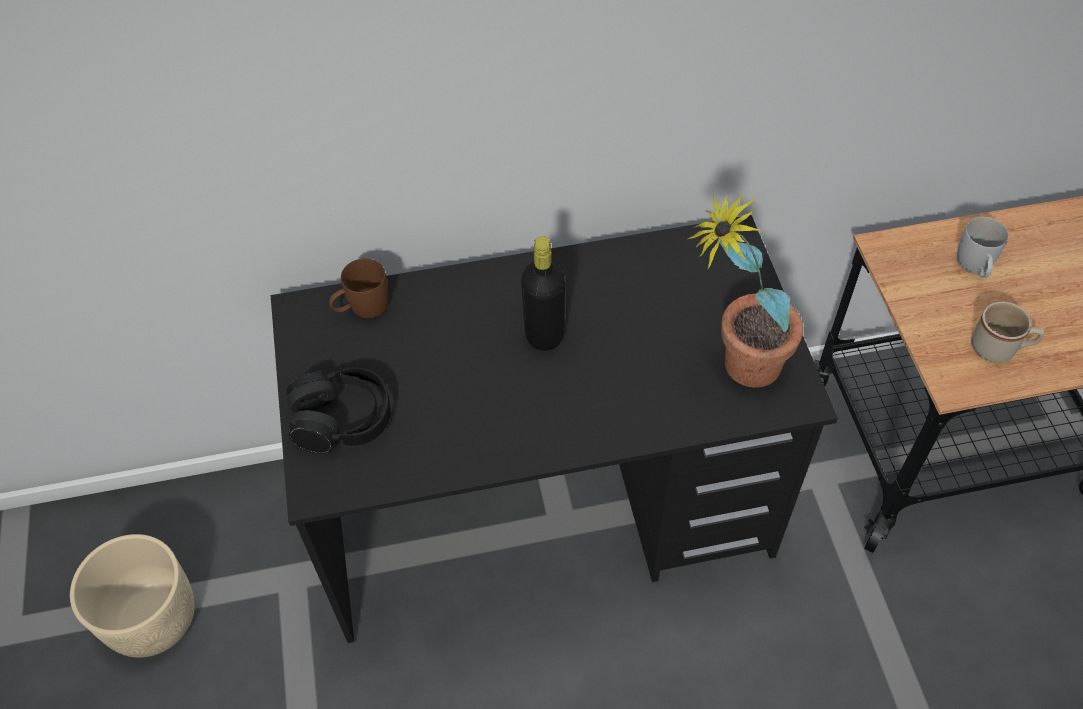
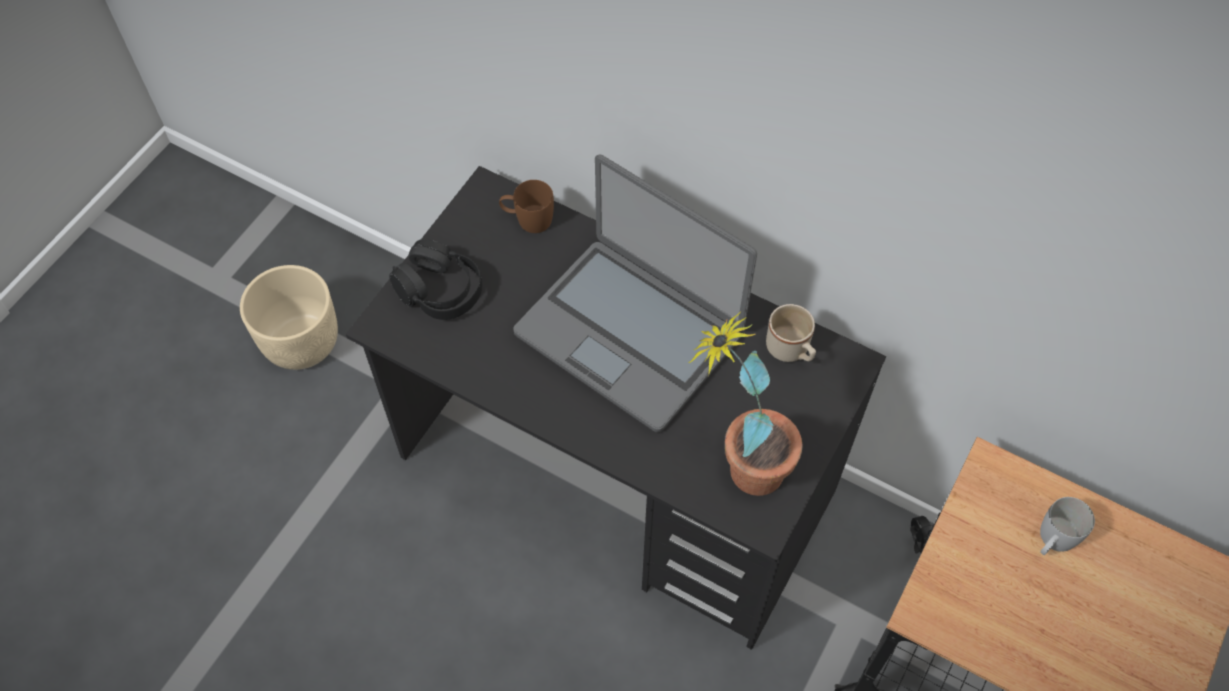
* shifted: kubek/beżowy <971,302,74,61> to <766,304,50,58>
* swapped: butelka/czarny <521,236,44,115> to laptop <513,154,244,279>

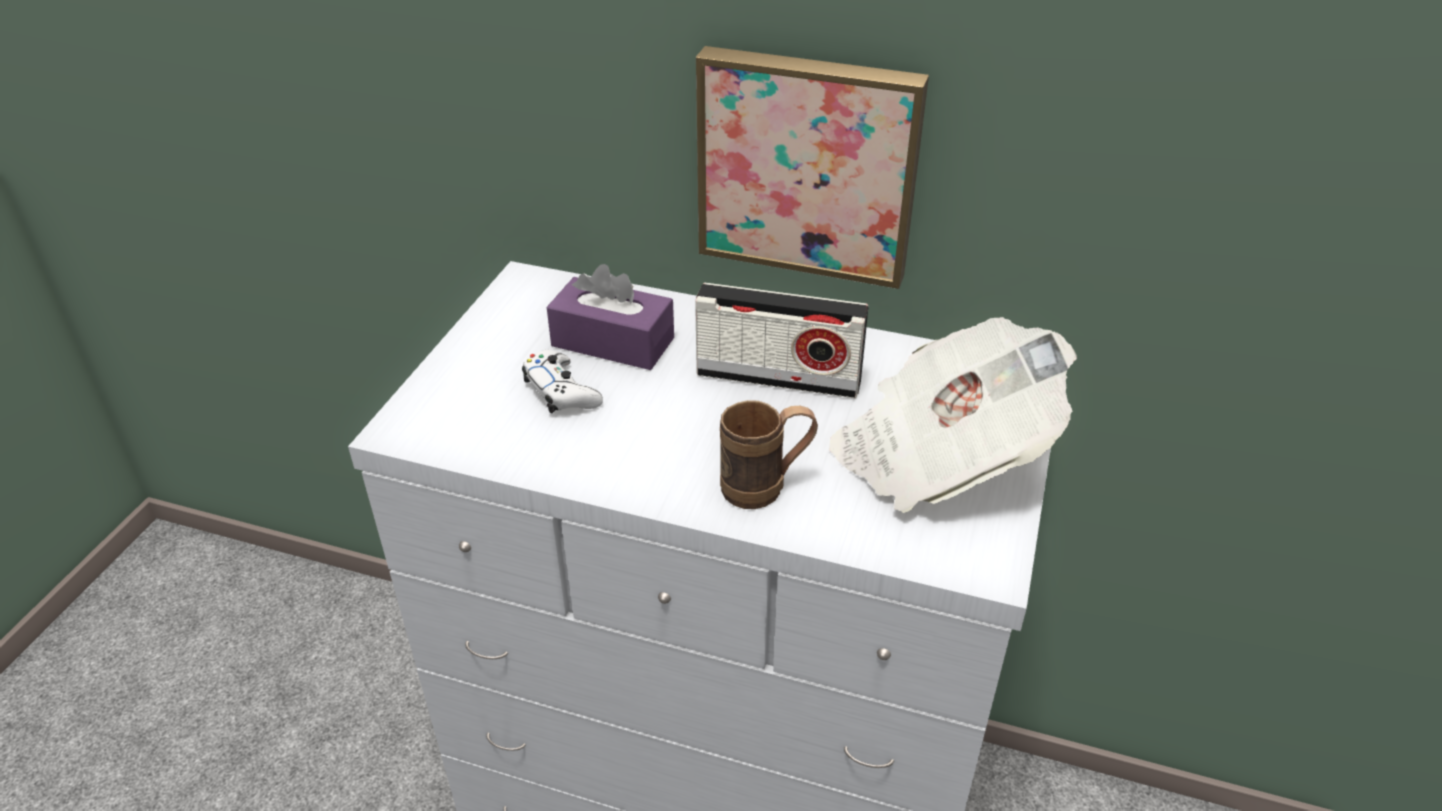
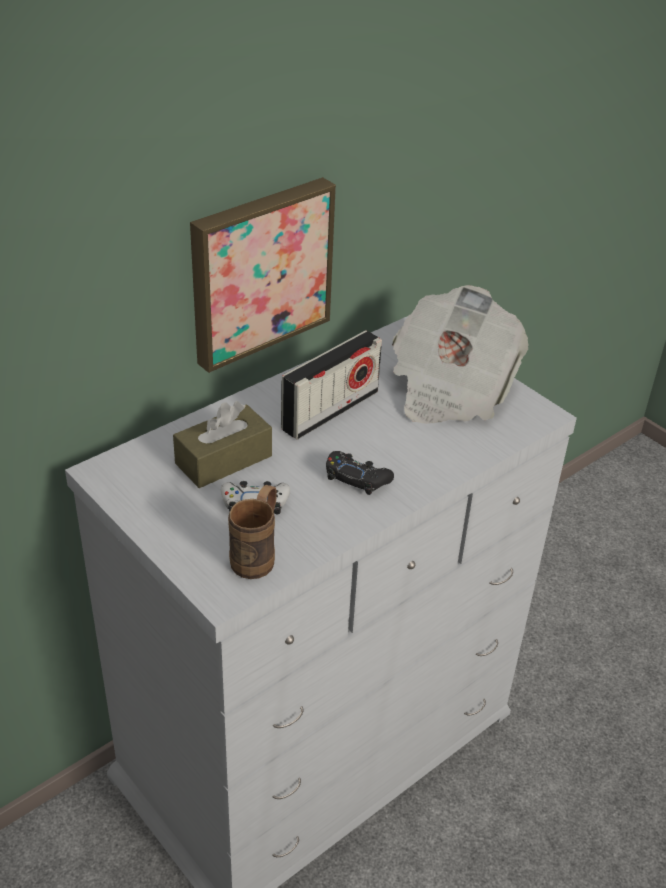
* new: pad do gier/czarny <326,451,68,44>
* shifted: kubek/brązowy <720,400,98,109> to <228,485,49,94>
* repainted: pudełko chusteczek/fioletowy <547,264,127,106> to pudełko chusteczek/brązowy <173,401,99,87>

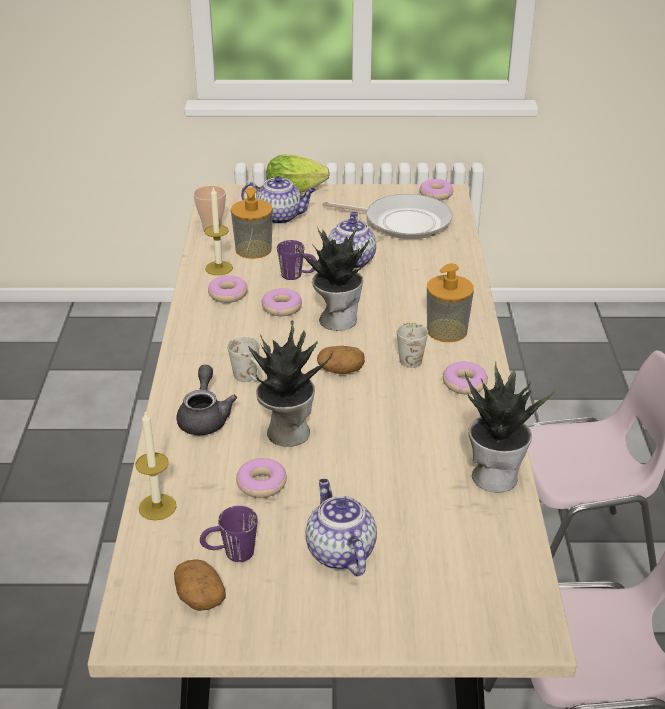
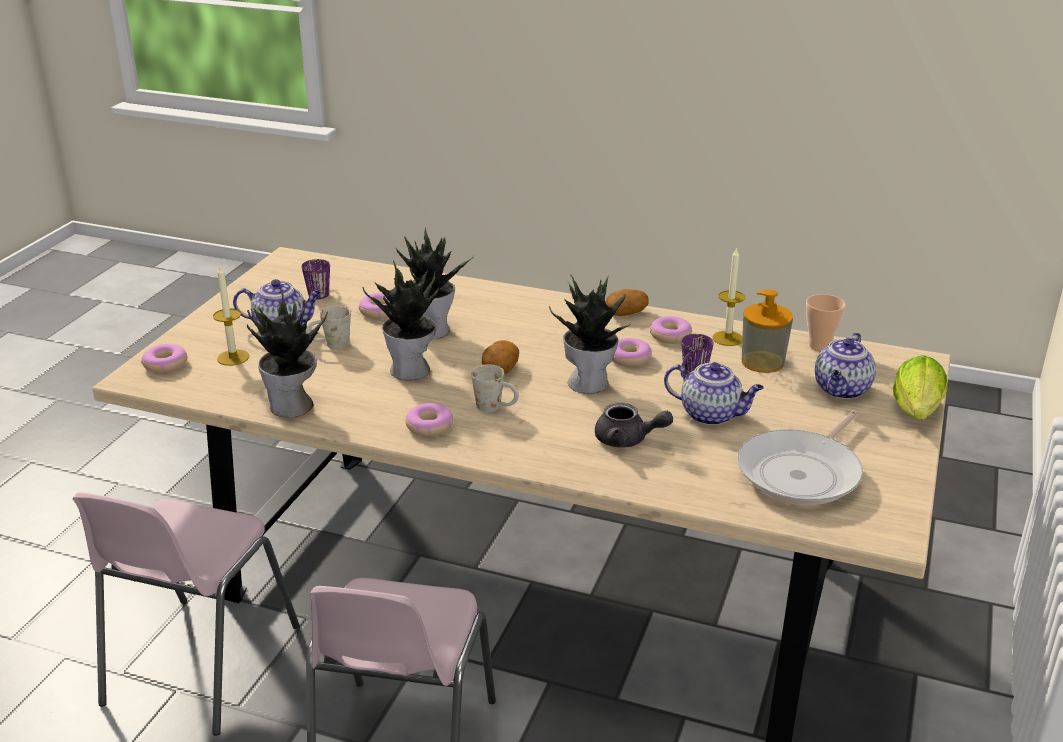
* gone: dozownik mydła <427,263,47,79>
* new: roślina doniczkowa <363,261,76,119>
* shifted: świeca <135,410,42,111> to <213,266,36,100>
* shifted: ziemniak <174,559,52,52> to <605,289,44,27>
* shifted: imbryk/szary <176,365,61,70> to <595,402,78,46>
* shifted: kubek/biały <227,336,35,46> to <306,306,45,44>
* shifted: donut <419,179,34,22> to <141,344,47,29>

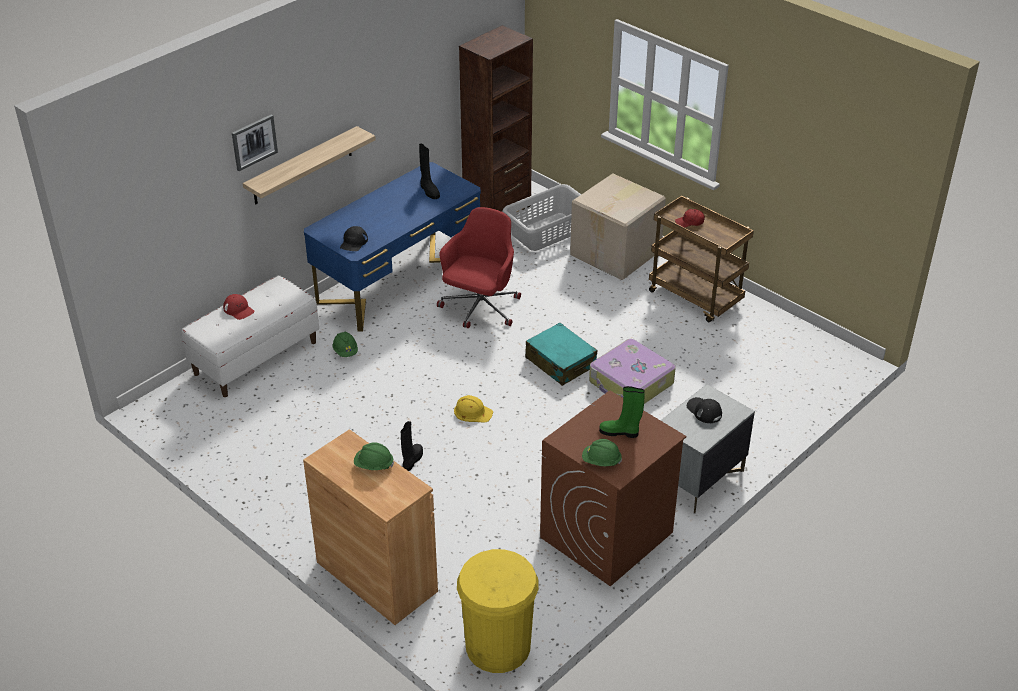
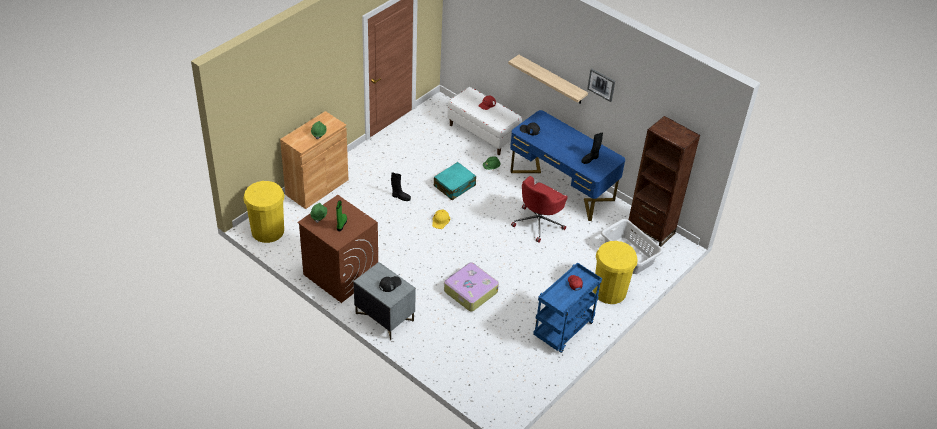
* shifted: obraz <232,114,46,57> to <587,68,28,34>
* shifted: walizka/turkusowy <525,323,72,63> to <434,162,42,38>
* swapped: karton <570,173,96,107> to kosz na śmieci/żółty <593,241,45,63>
* repainted: wózek/brązowy <649,196,105,126> to wózek/niebieski <533,262,69,91>
* rotated: krzesło biurowe/czerwony <437,207,84,121> = <511,176,57,67> 105 degrees clockwise

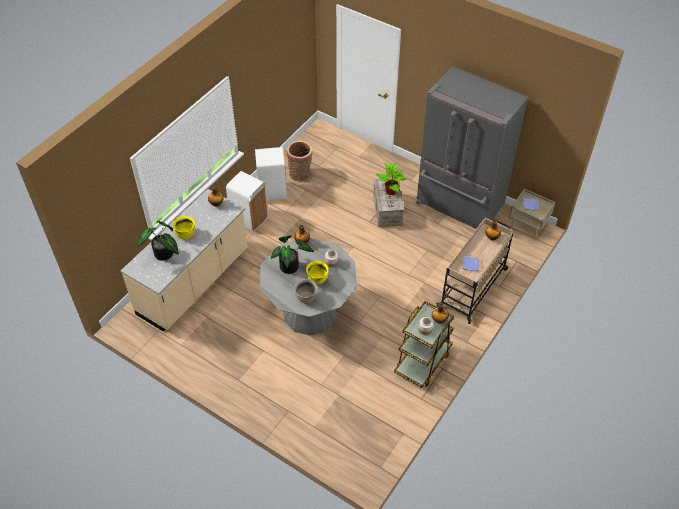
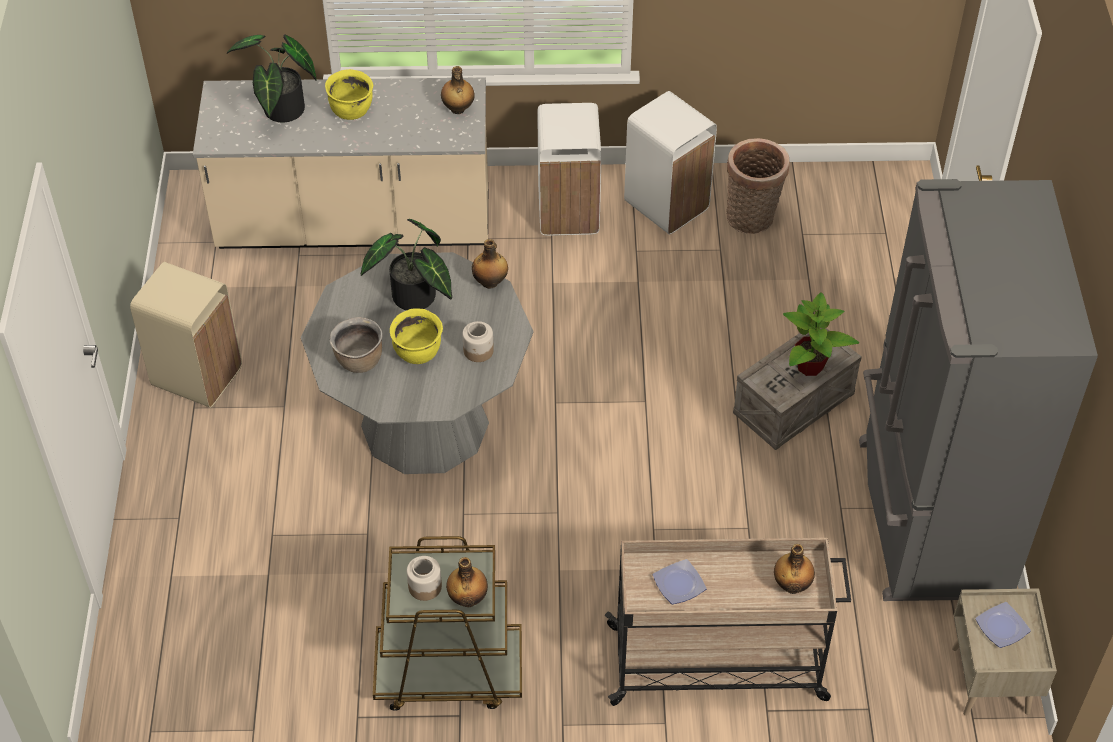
* new: kosz na śmieci/beżowy <130,262,112,146>

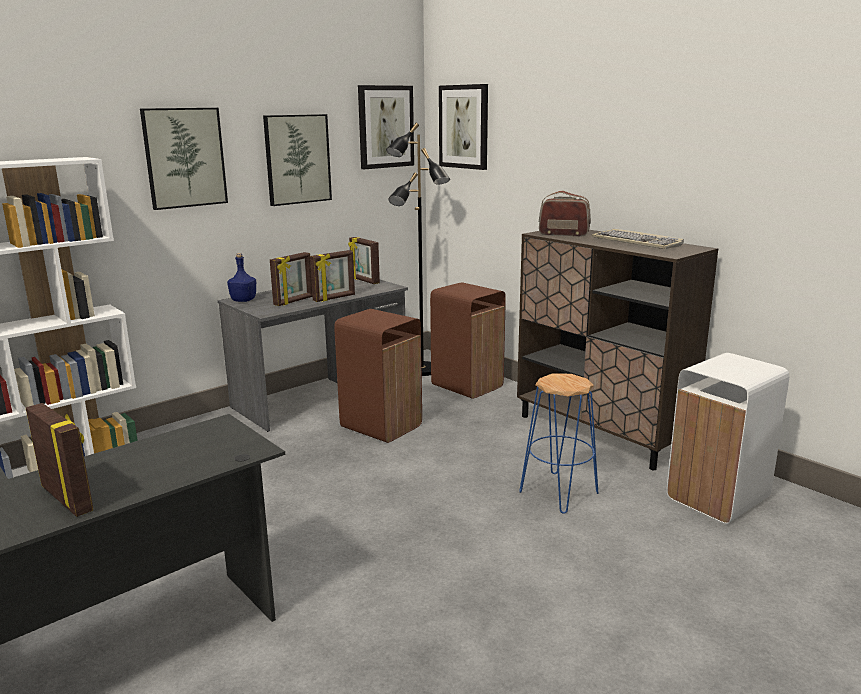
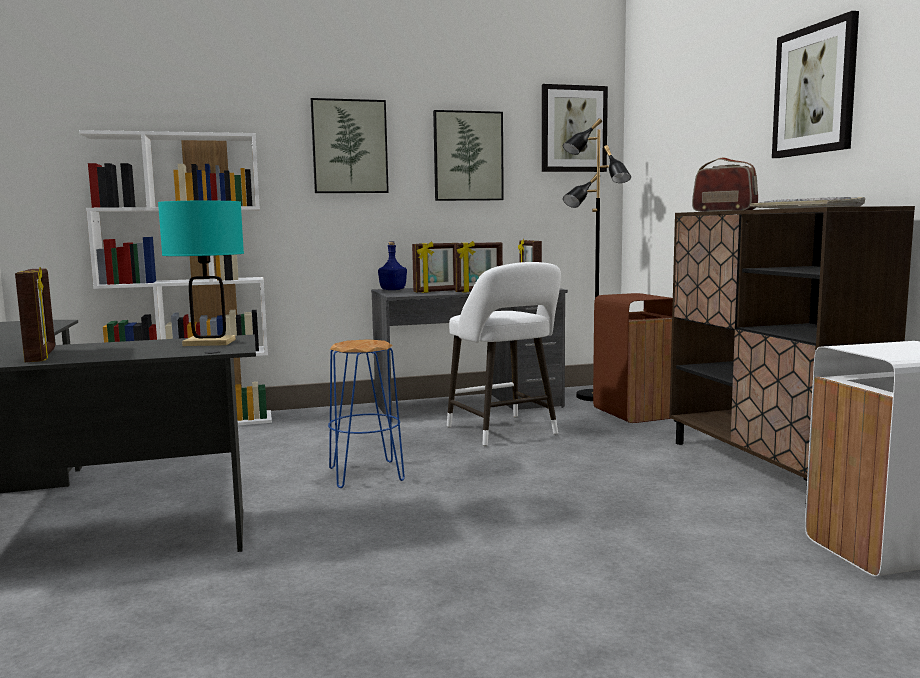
* new: lampa stołowa/turkusowy <158,201,86,145>
* shifted: obraz <439,84,49,86> to <772,11,87,147>
* shifted: stołek/niebieski <520,373,79,141> to <328,339,77,149>
* swapped: kosz na śmieci/brązowy <334,309,88,134> to stołek/biały <447,262,114,184>

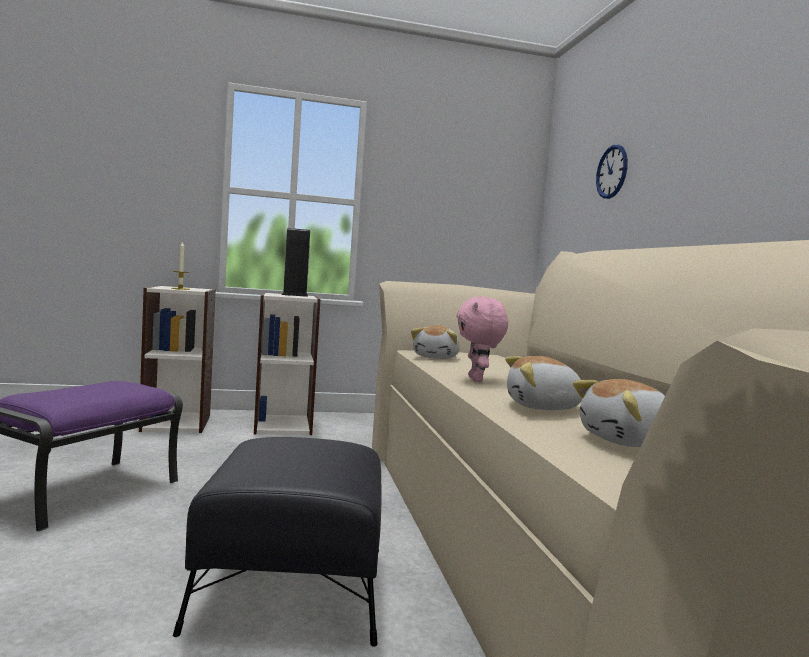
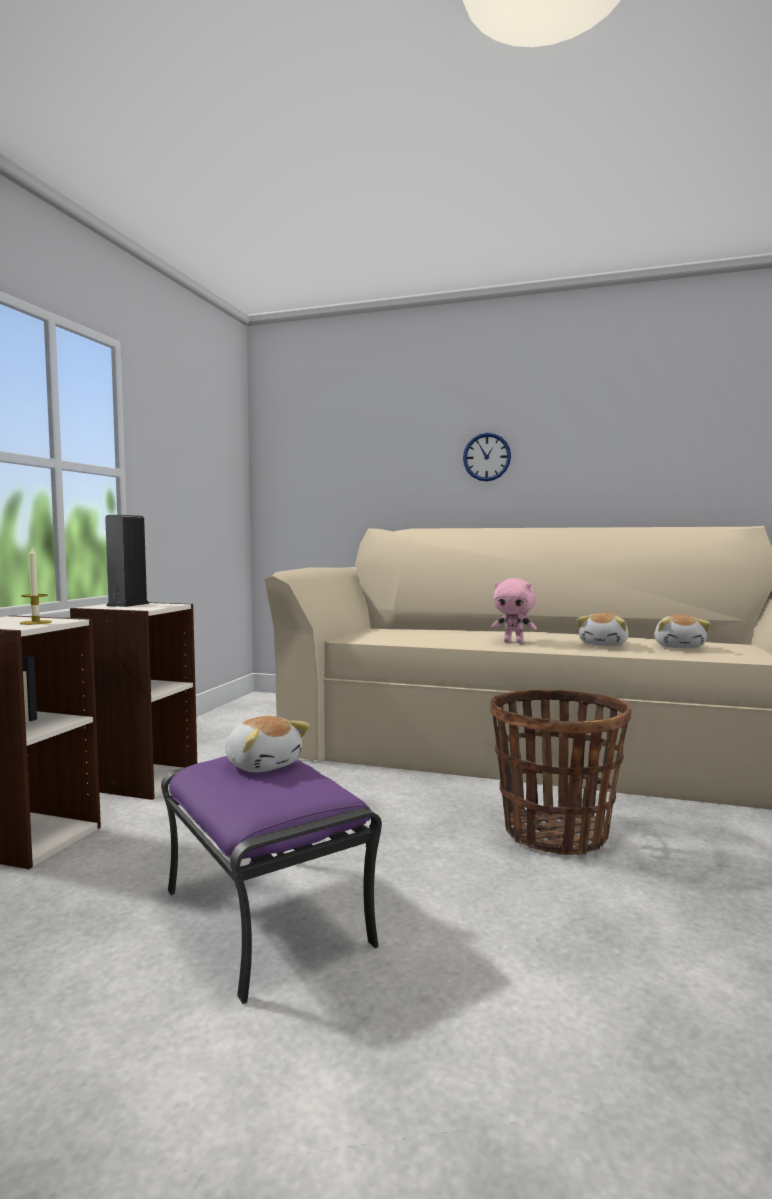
* shifted: pluszak <411,325,49,34> to <225,716,85,56>
* shifted: zegar ścienny <596,145,32,54> to <463,433,48,48>
* swapped: pufa/czarny <173,437,208,210> to koszyk <490,689,142,167>

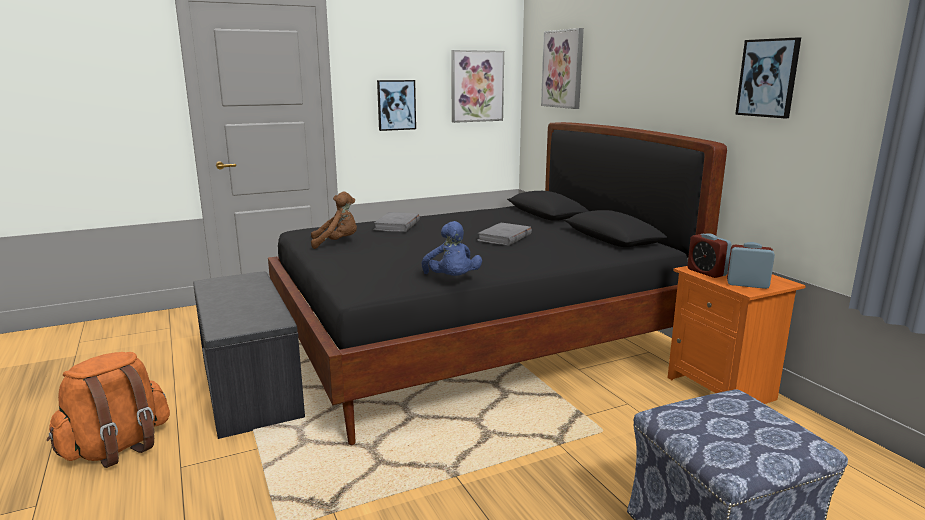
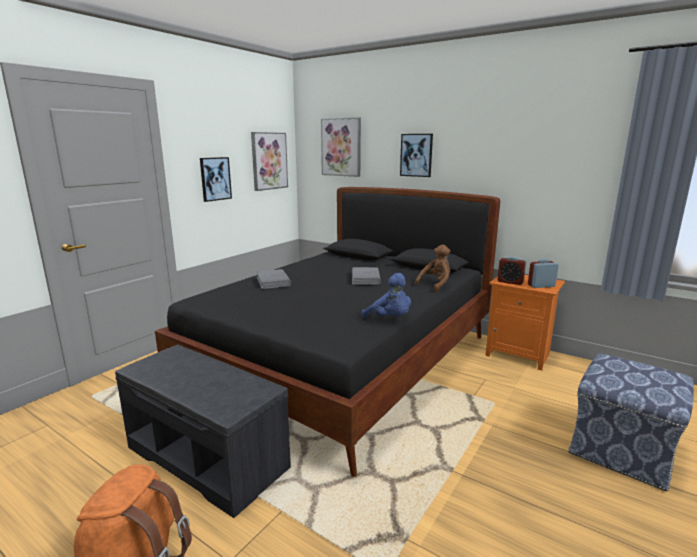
* shifted: pluszak/brązowy <311,192,46,57> to <415,245,35,47>
* shifted: obraz <735,37,66,81> to <400,134,33,43>

